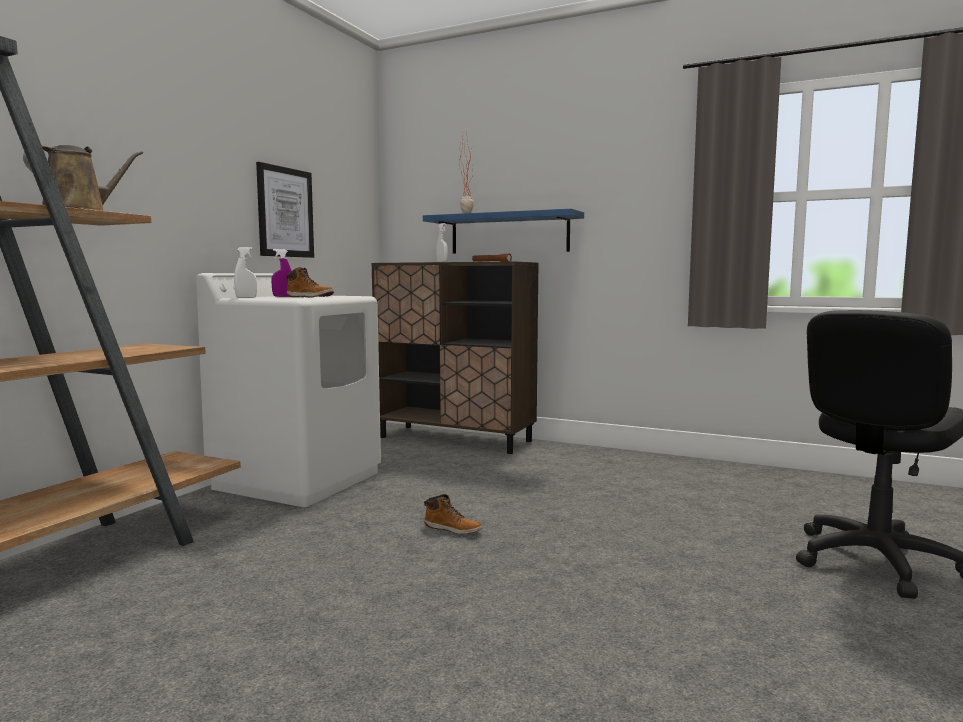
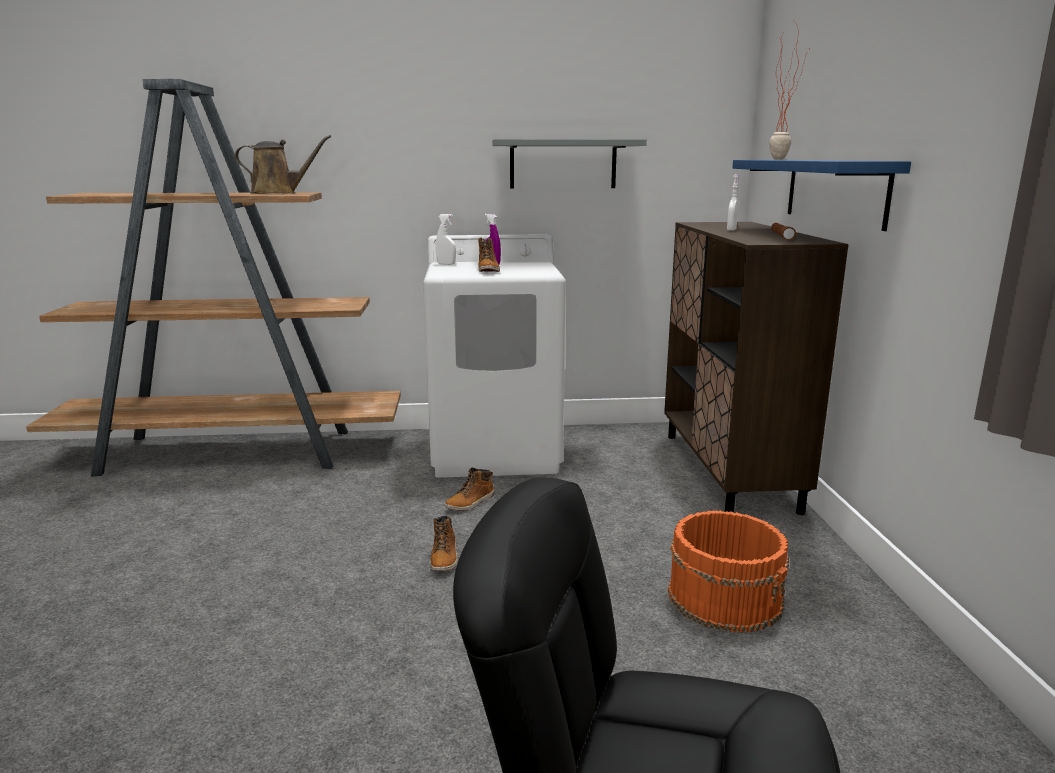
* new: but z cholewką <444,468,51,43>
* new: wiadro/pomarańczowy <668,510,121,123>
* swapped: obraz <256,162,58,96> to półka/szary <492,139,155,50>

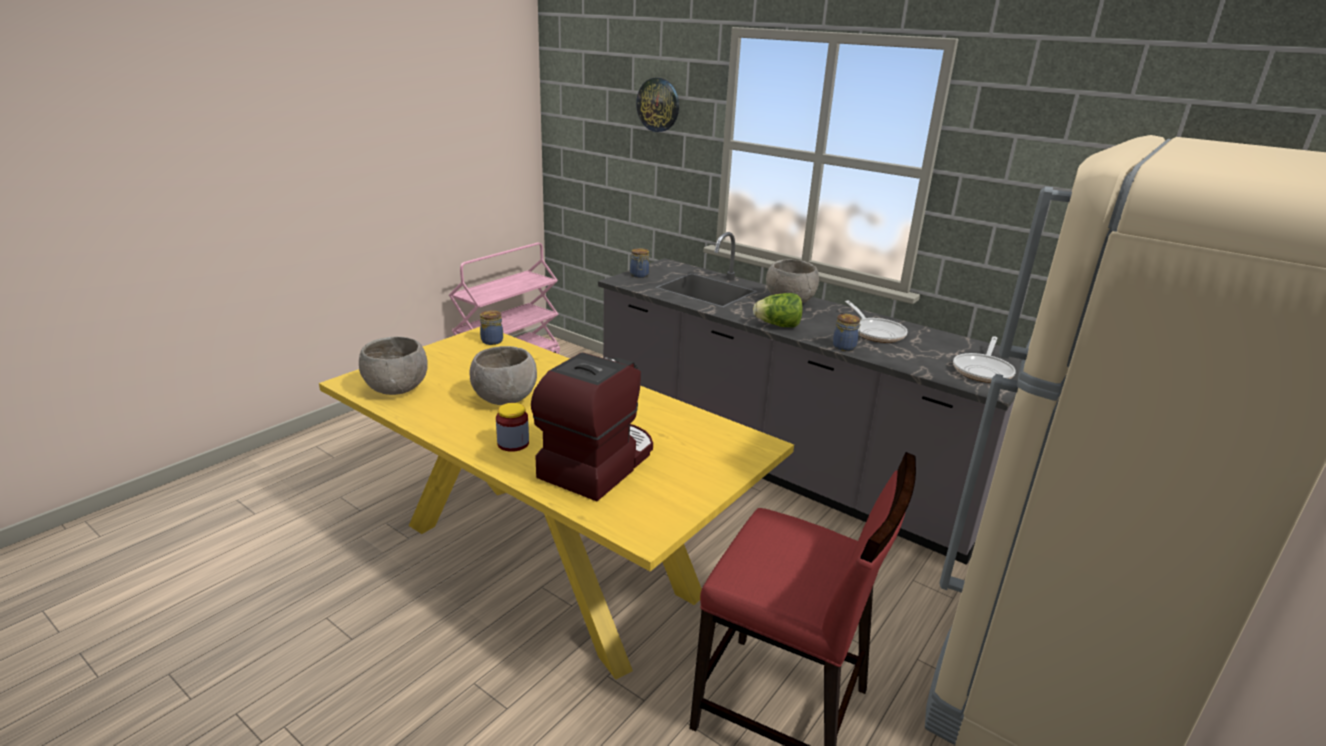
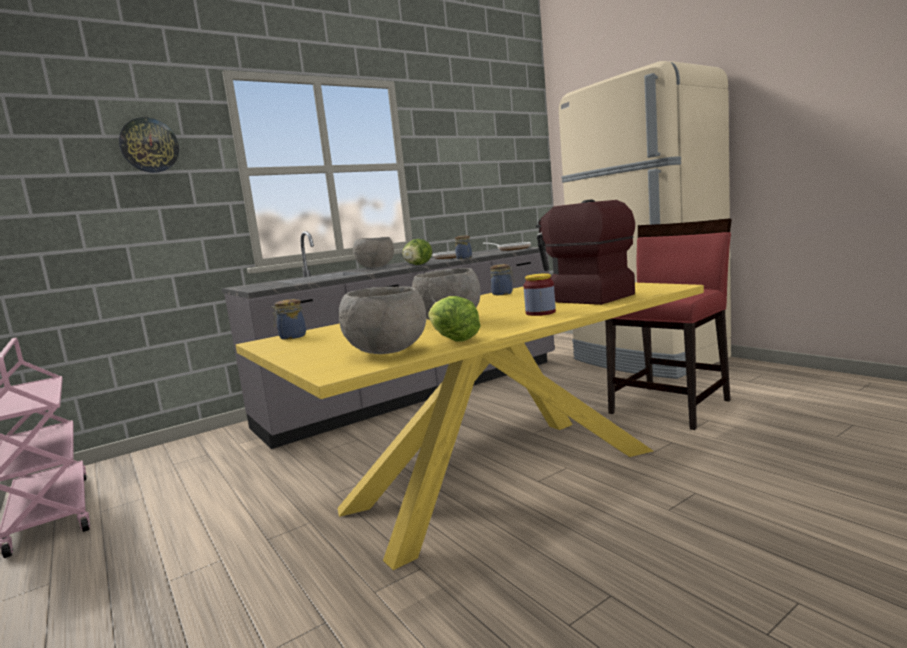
* new: sałata <428,296,53,46>
* shifted: słoik <630,248,19,30> to <490,264,25,31>

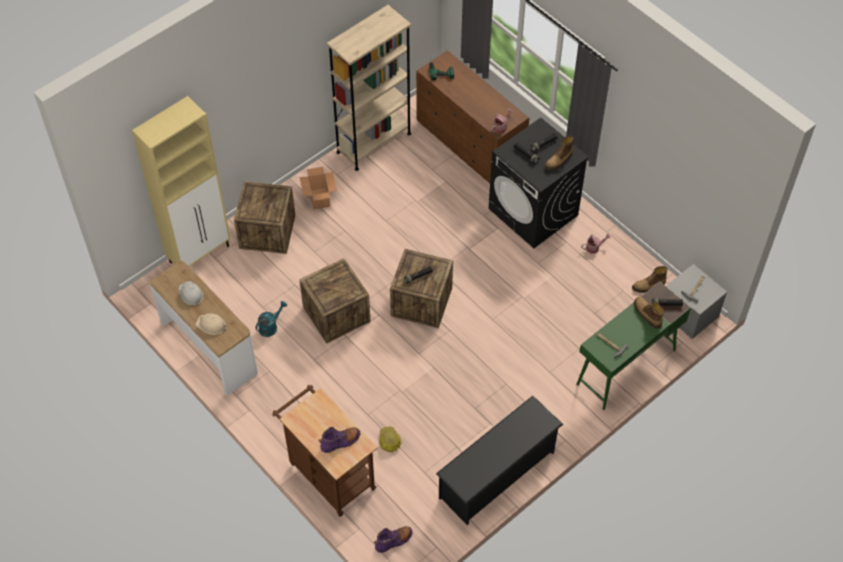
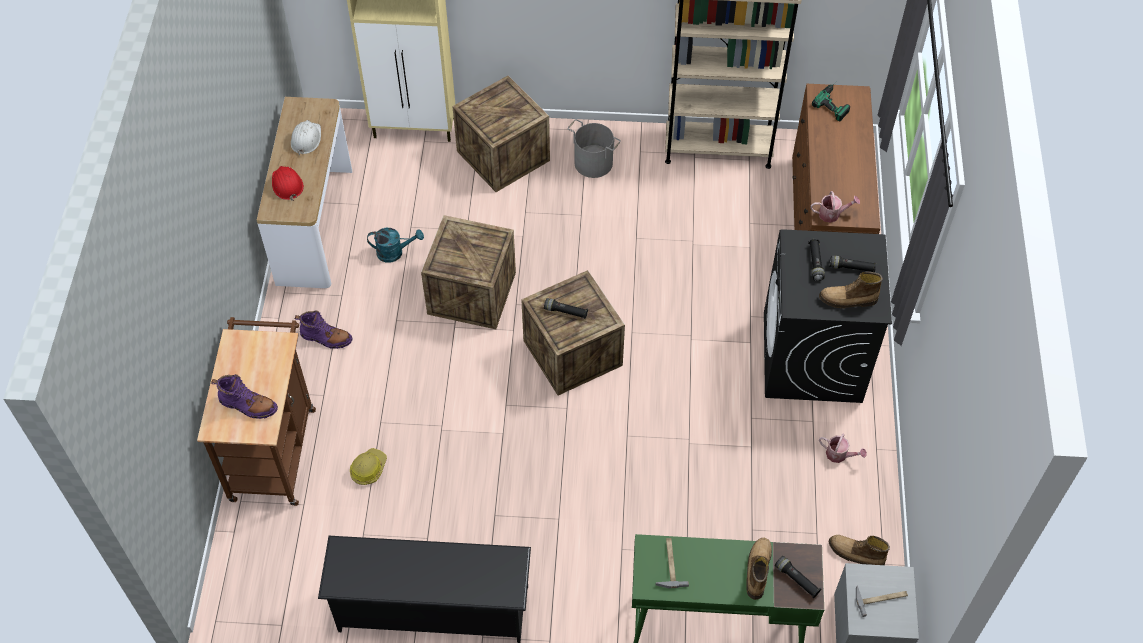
* shifted: but z cholewką/fioletowy <374,526,39,27> to <295,310,57,39>
* swapped: karton <300,167,37,43> to wiadro/szary <568,119,53,59>
* repainted: kask/beżowy <195,313,32,22> to kask/czerwony <272,166,32,35>

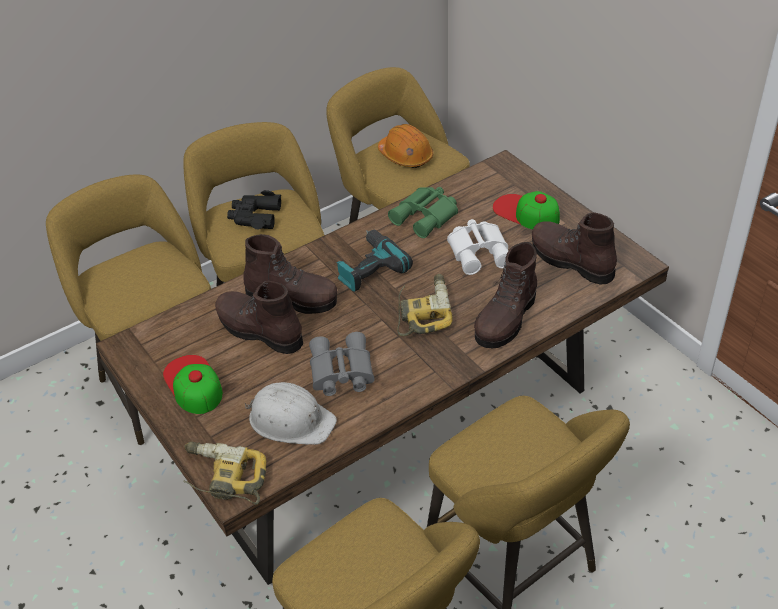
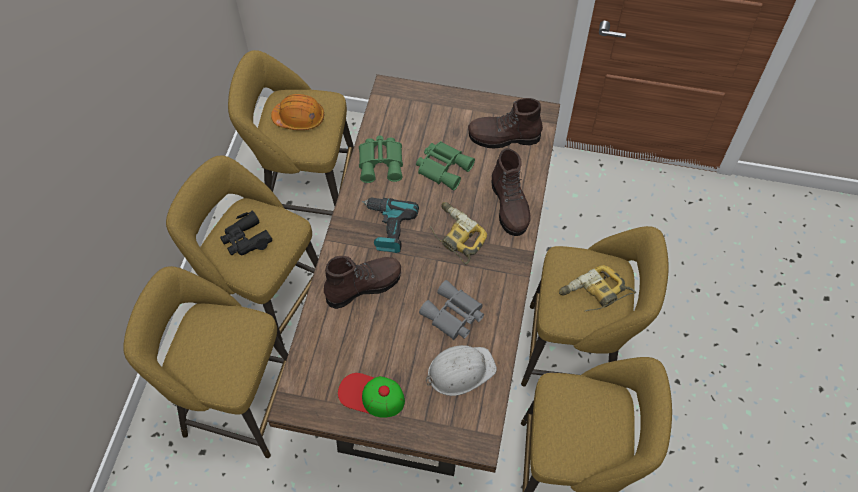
* gone: but z cholewką/brązowy <215,281,88,73>
* gone: czapka z daszkiem <493,191,67,38>
* shifted: wiertarka <183,442,83,63> to <559,265,77,46>
* repainted: lornetka/biały <447,219,62,56> to lornetka/zielony <416,141,59,49>

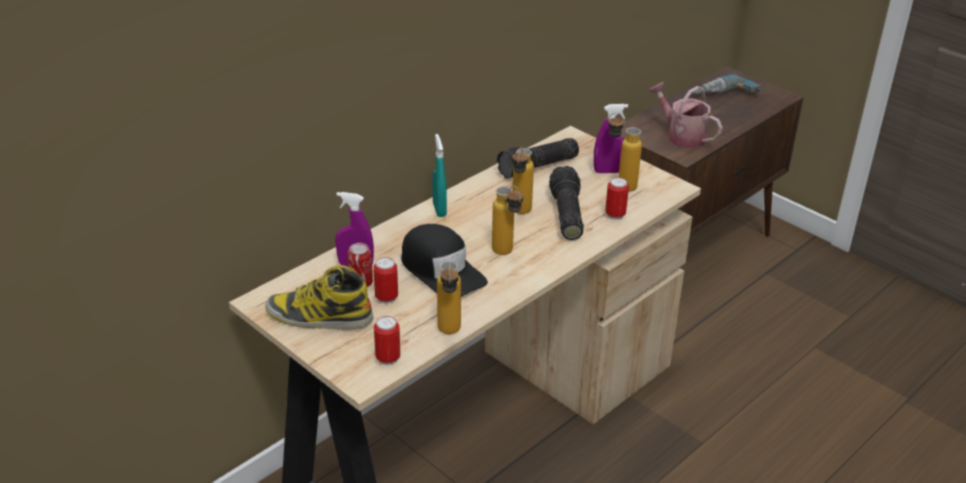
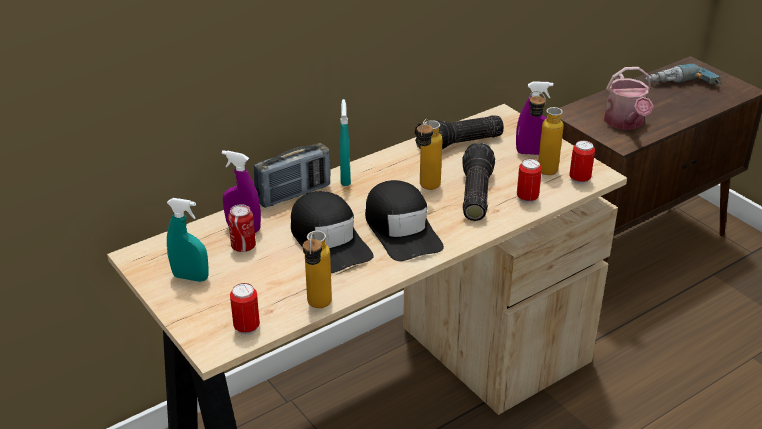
* new: radio <254,143,77,65>
* shifted: puszka <374,257,24,47> to <569,140,26,44>
* swapped: but z cholewką <265,265,108,65> to spryskiwacz/turkusowy <167,198,42,84>
* swapped: butelka <492,185,31,70> to czapka z daszkiem/czarny <365,180,79,81>
* rotated: konewka <648,82,75,66> = <604,67,49,63> 150 degrees counterclockwise

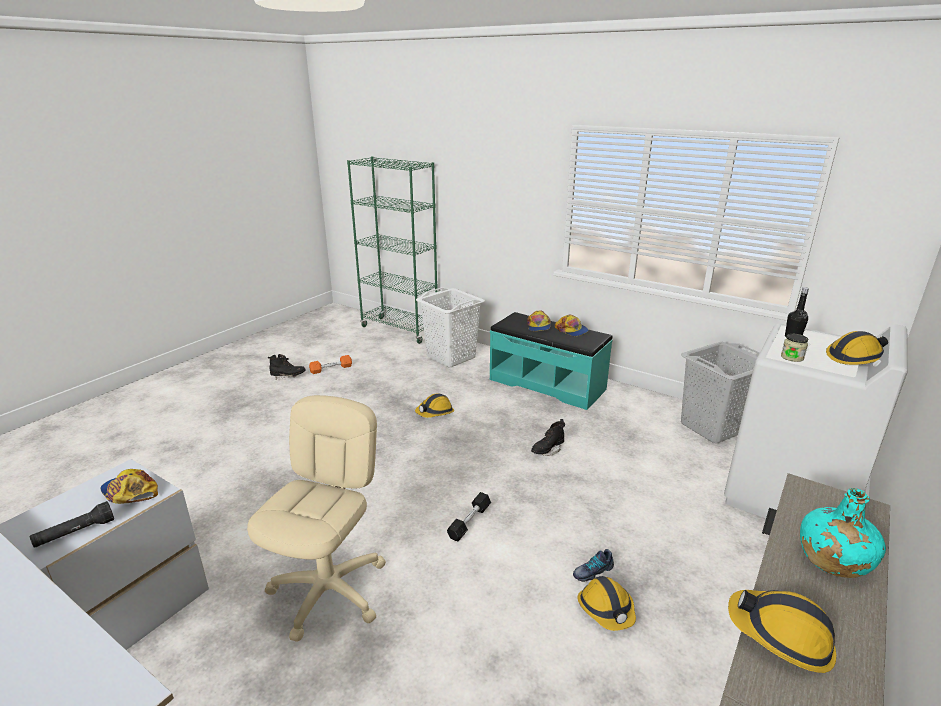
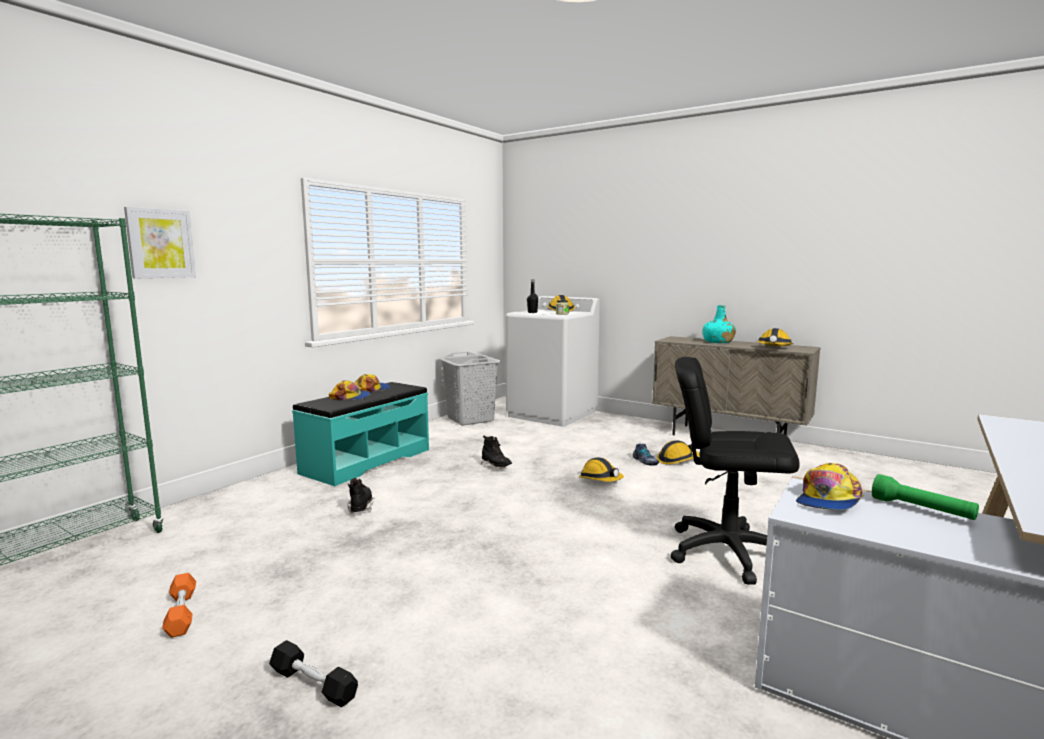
* gone: kosz na pranie/biały <416,287,69,81>
* new: obraz <124,207,72,72>
* shifted: but z cholewką/czarny <268,354,38,26> to <347,478,28,36>
* shifted: kask <415,394,39,24> to <579,457,45,25>
* shifted: hantel/czarny <447,492,44,49> to <269,640,89,67>
* repainted: latarka/czarny <30,501,84,47> to latarka/zielony <872,474,107,46>
* repainted: krzesło biurowe/beżowy <247,395,139,247> to krzesło biurowe/czarny <671,357,129,228>

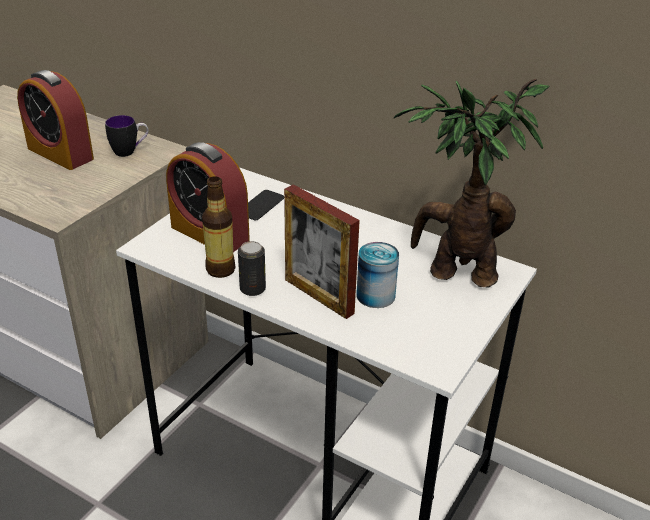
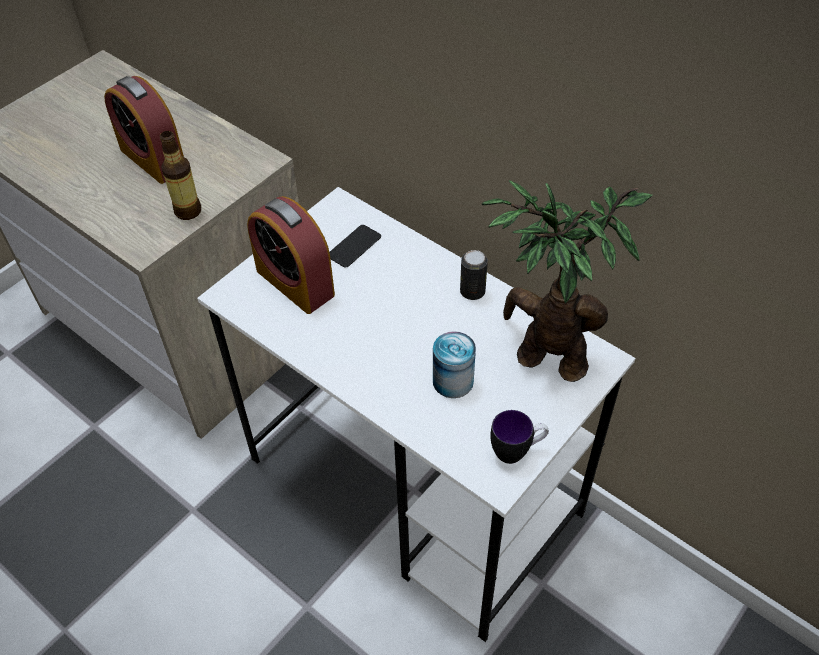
* gone: ramka na zdjęcie <284,184,76,135>
* shifted: kubek <105,115,43,42> to <490,410,59,54>
* shifted: butelka <202,176,34,102> to <160,131,41,89>
* shifted: puszka <238,241,28,55> to <460,250,28,50>

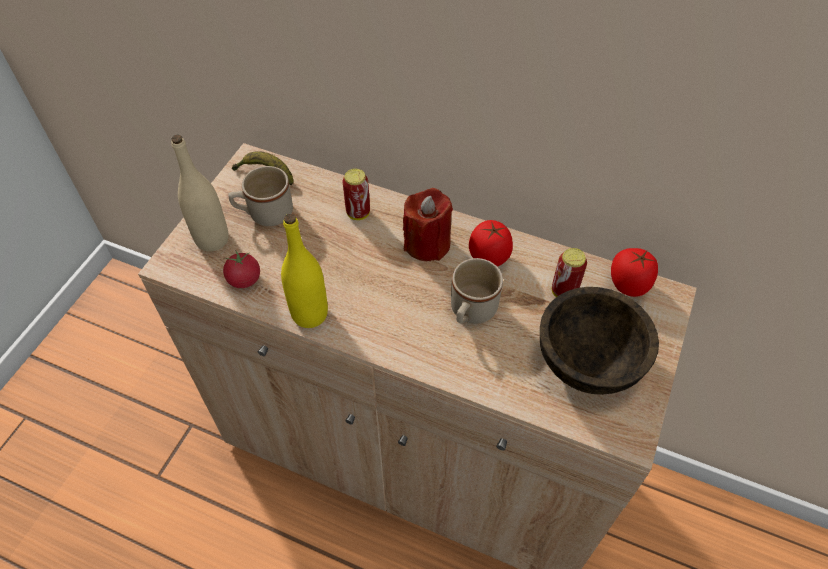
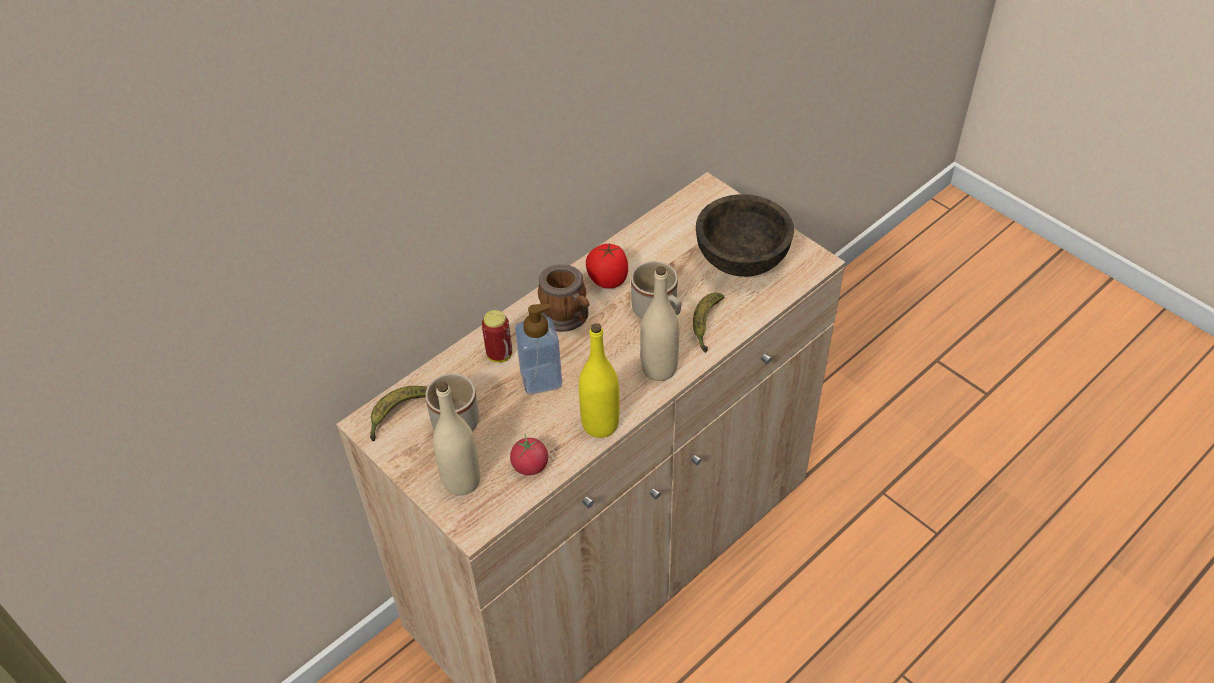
* gone: puszka <552,248,35,49>
* gone: pomidor <611,248,47,49>
* new: dozownik mydła <515,304,47,90>
* new: butelka/beżowy <641,266,38,115>
* new: banan <693,292,31,61>
* swapped: świeca/czerwony <403,188,50,73> to kubek <538,264,51,68>

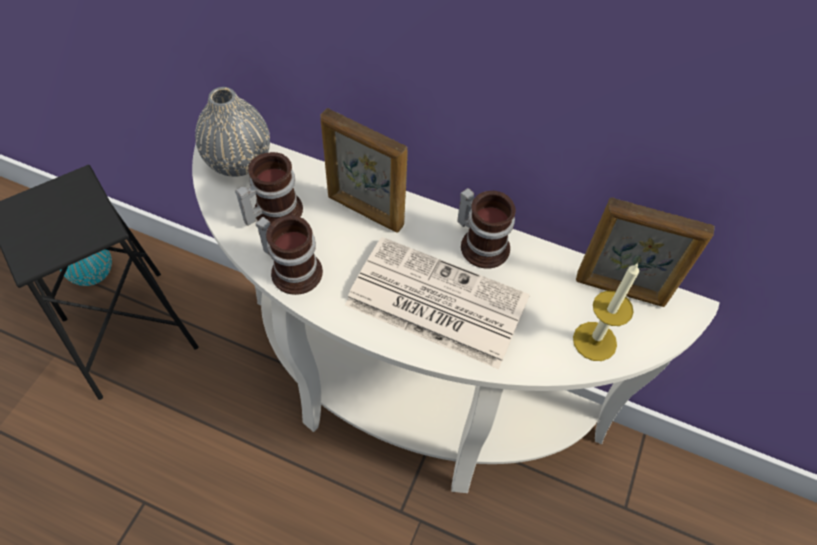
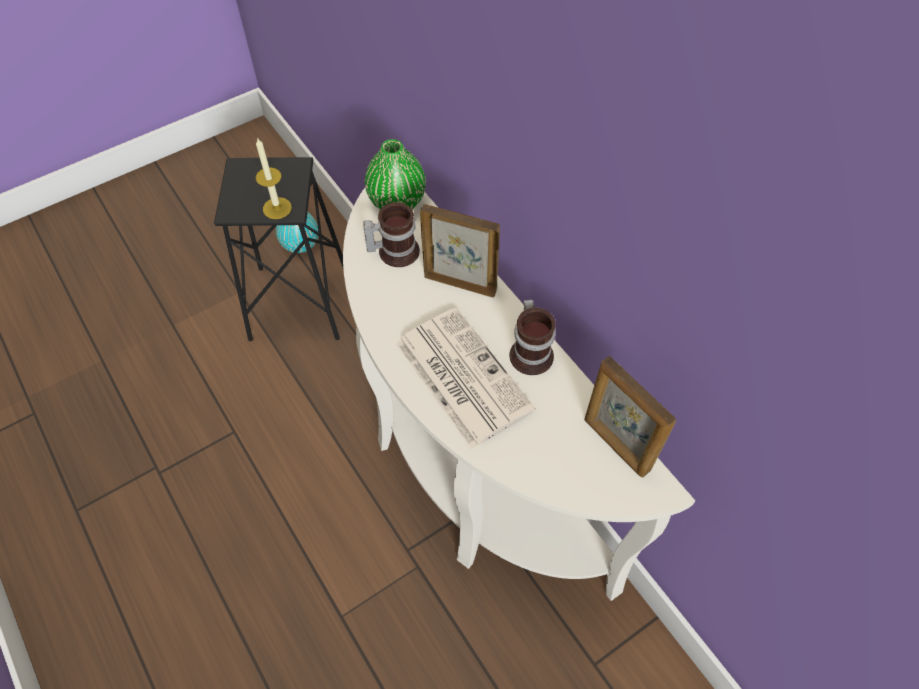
* gone: kubek <256,215,67,80>
* shifted: świeca <573,263,66,98> to <256,137,36,82>
* repainted: wazon/szary <195,87,75,90> to wazon/zielony <365,139,61,70>
* rotated: ramka na zdjęcie <320,108,88,124> = <420,204,80,94> 135 degrees clockwise

